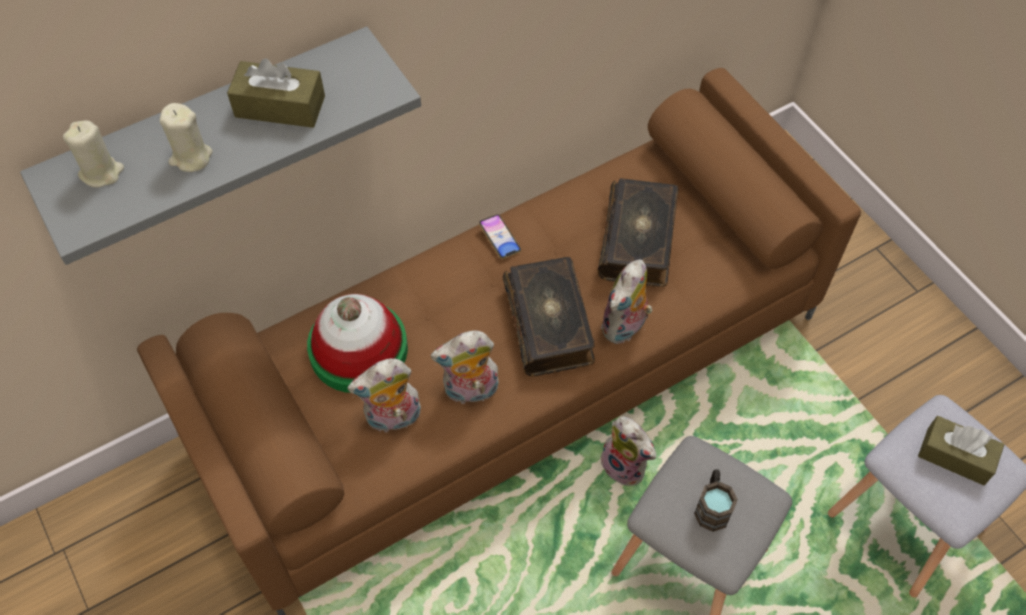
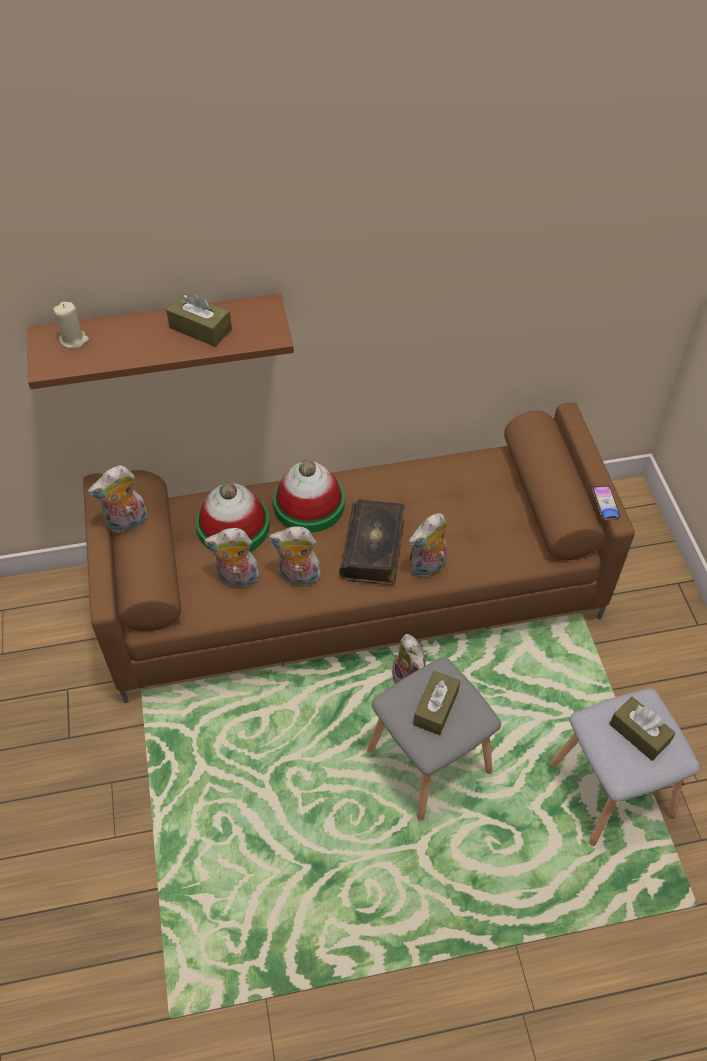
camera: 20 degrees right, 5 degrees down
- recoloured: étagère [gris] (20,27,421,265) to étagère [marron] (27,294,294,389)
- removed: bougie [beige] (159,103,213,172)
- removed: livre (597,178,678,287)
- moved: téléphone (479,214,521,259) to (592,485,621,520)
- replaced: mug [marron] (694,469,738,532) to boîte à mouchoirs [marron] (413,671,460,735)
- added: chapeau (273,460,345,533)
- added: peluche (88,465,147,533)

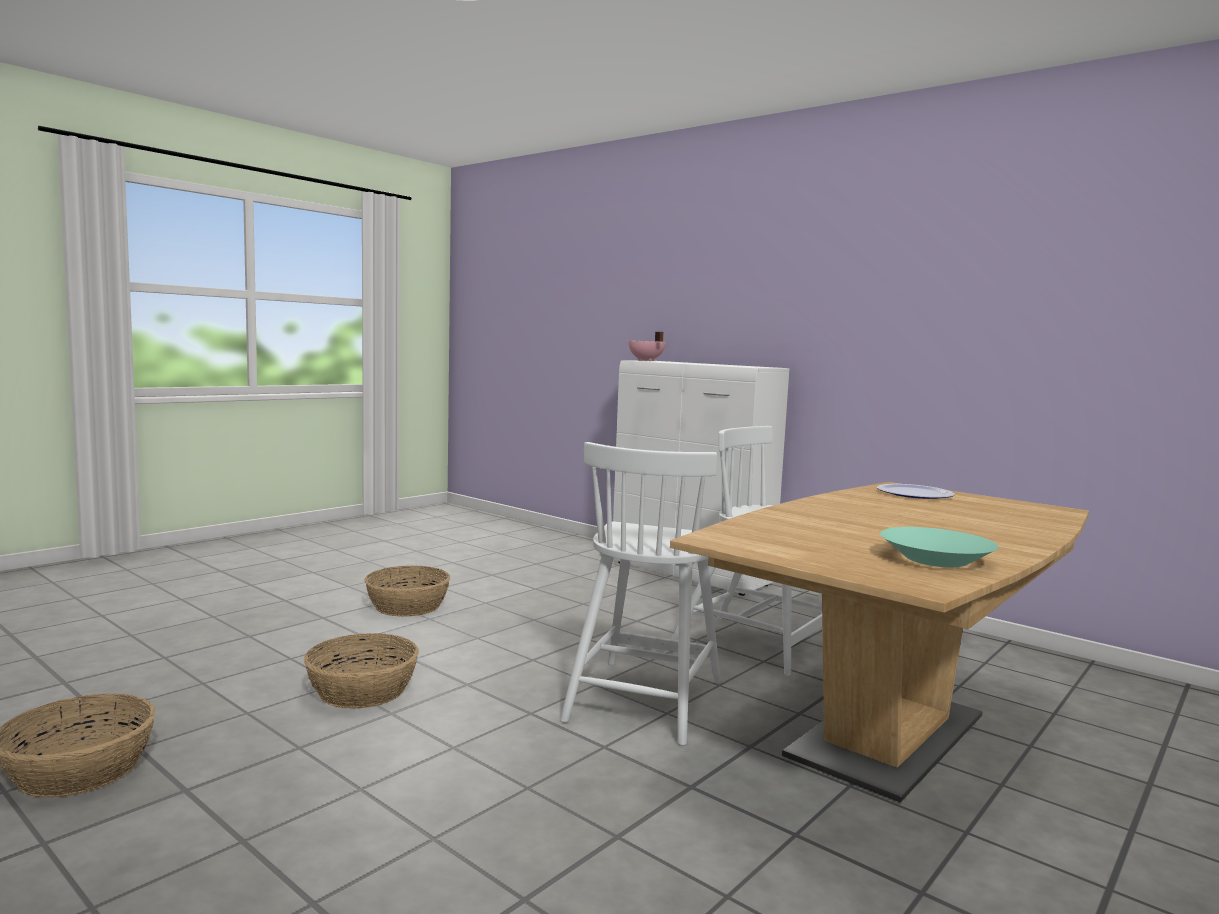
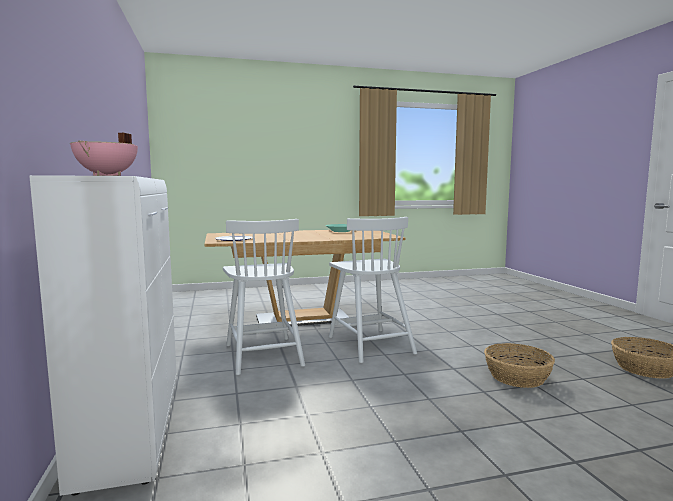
camera: 145 degrees left, 0 degrees up
- turned: chaise [blanc] (560,442,720,746) = (329,217,417,363) 105 degrees clockwise
- removed: panier (364,566,451,617)

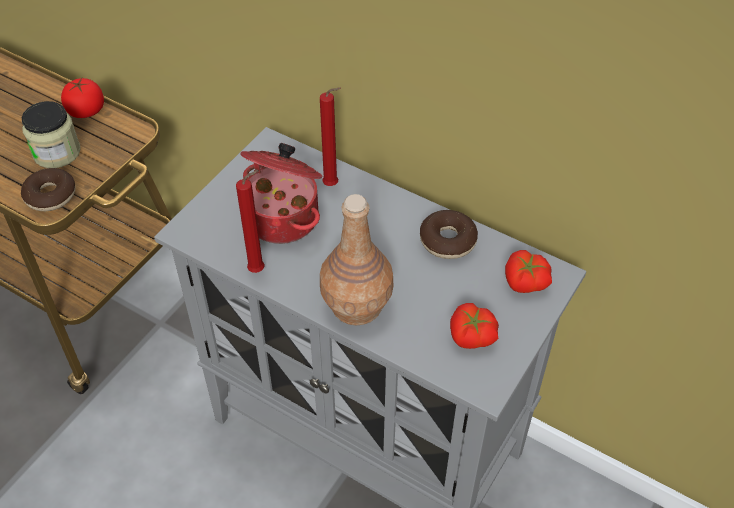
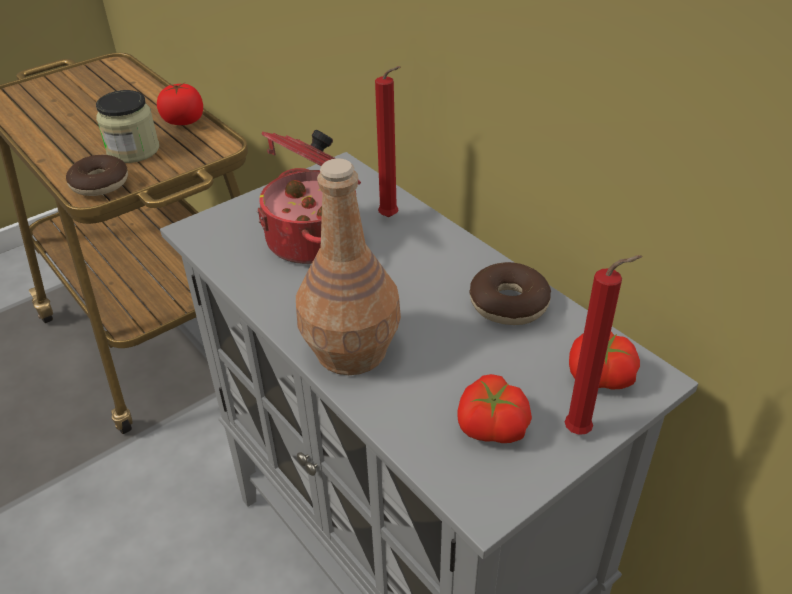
camera: 20 degrees right, 10 degrees down
- moved: bougie [rouge] (236,170,265,273) to (565,255,642,435)

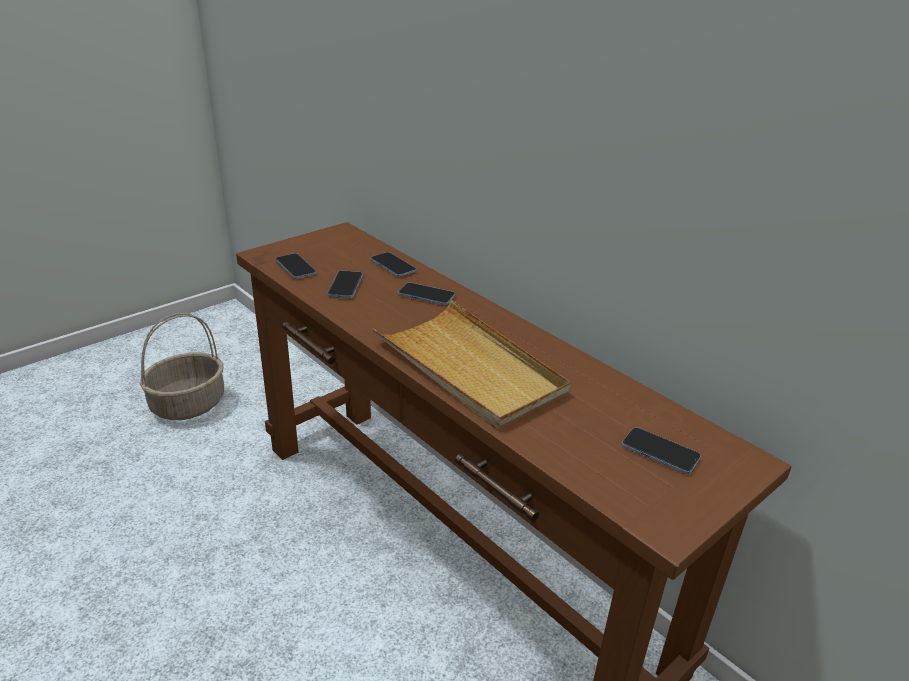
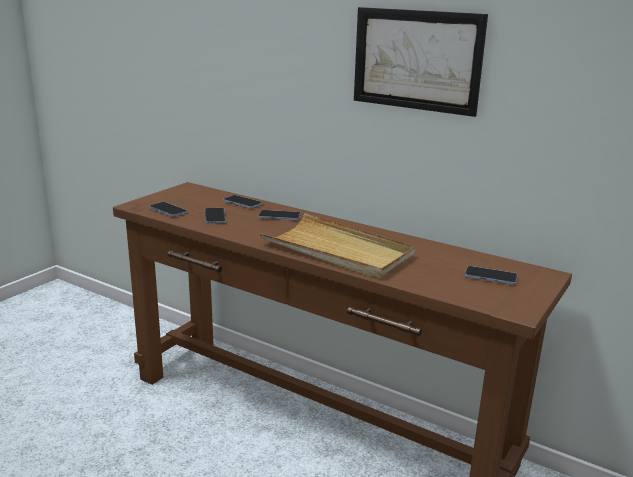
camera: 15 degrees left, 10 degrees down
- removed: panier (140,313,224,420)
- added: tableau (354,7,488,117)

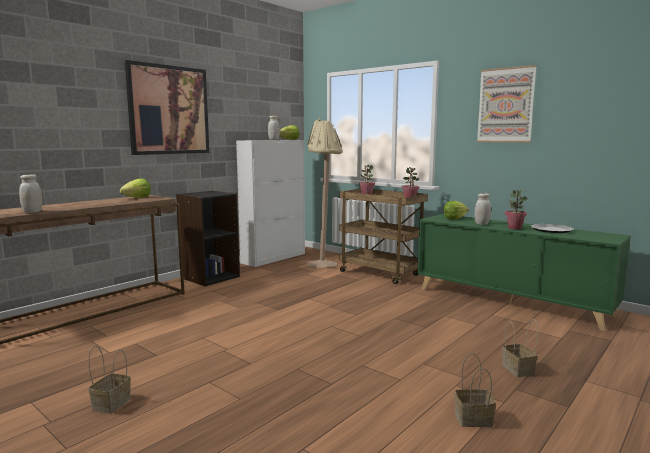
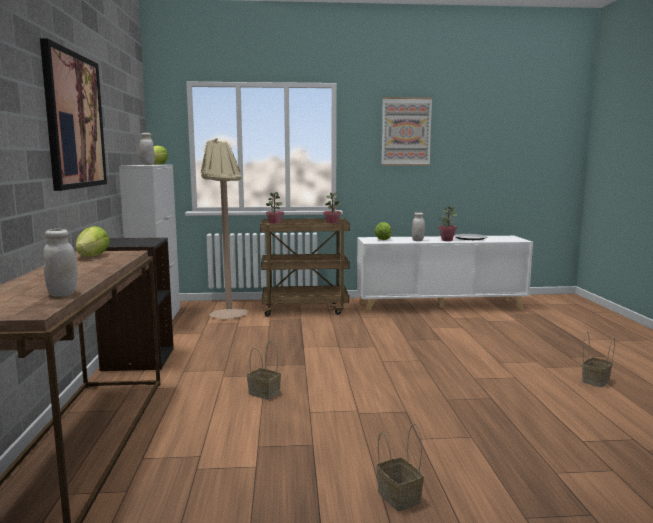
camera: 45 degrees left, 0 degrees up
- recoloured: meuble de rangement [vert] (417,214,631,331) to meuble de rangement [blanc] (357,236,533,313)
- moved: panier (502,319,538,377) to (247,340,281,400)

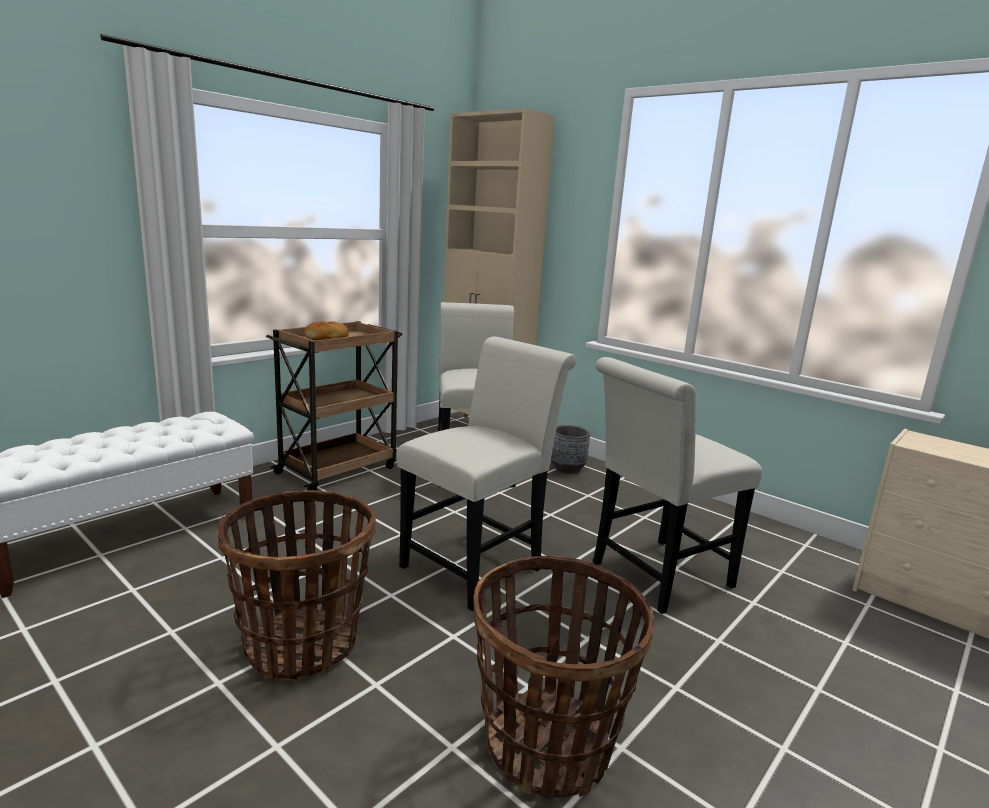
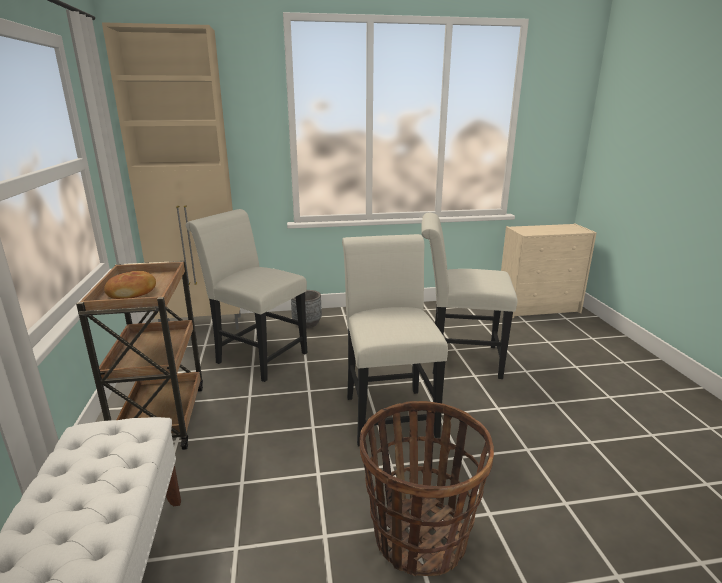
camera: 50 degrees left, 5 degrees up
- turned: chaise [blanc] (593,357,762,614) = (421,213,518,379) 90 degrees clockwise
- removed: panier (473,556,654,799)

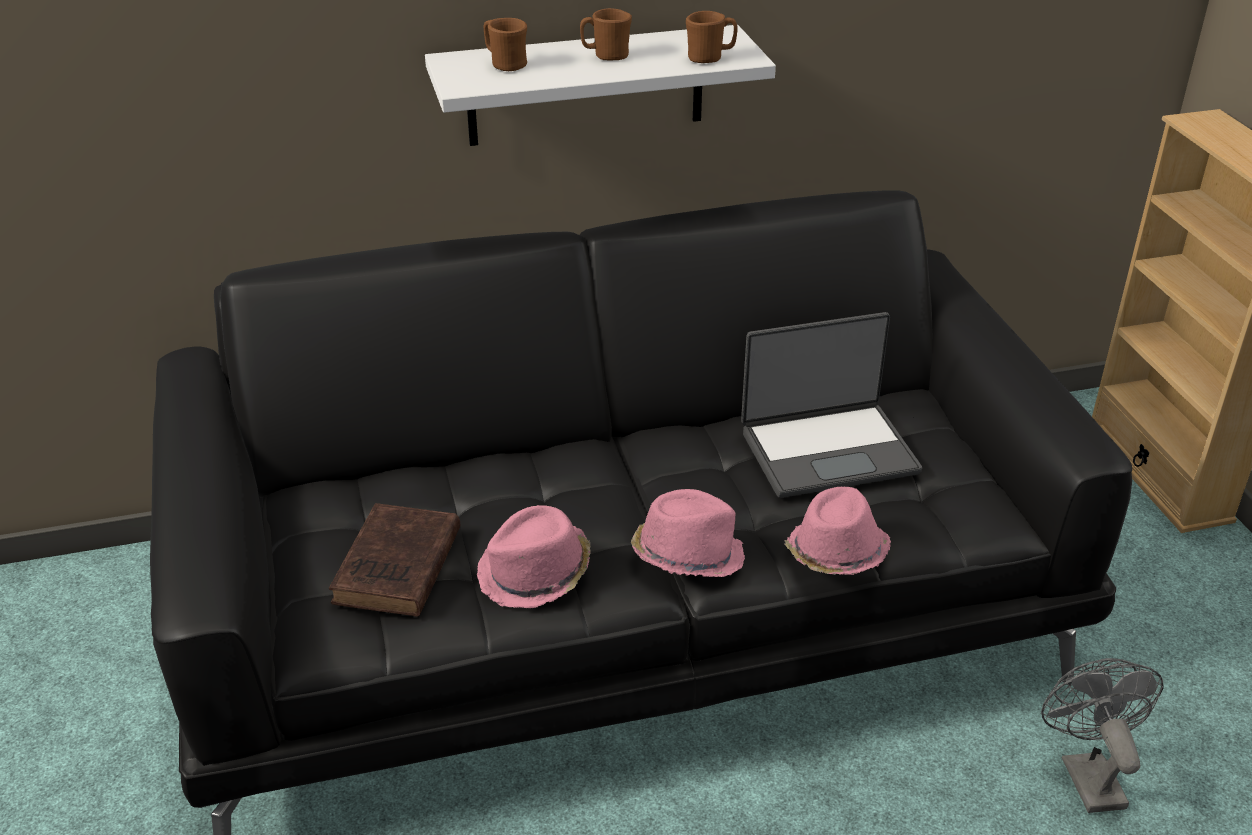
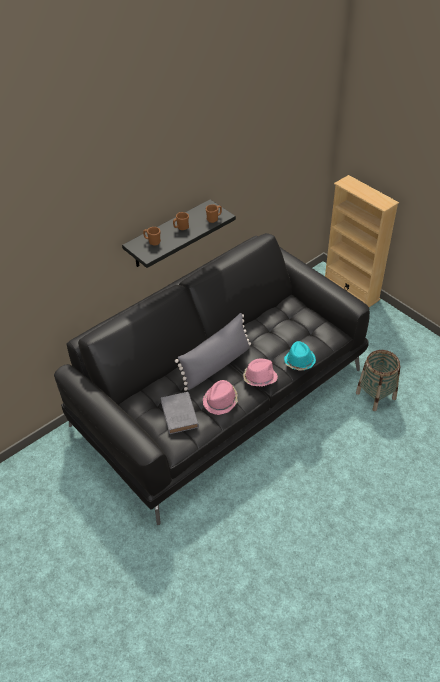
camera: 25 degrees left, 10 degrees up
- recoloured: étagère [blanc] (425,25,776,146) to étagère [noir] (122,199,236,268)
- removed: ordinateur portable (741,312,922,498)
- recoloured: chapeau [rose] (784,487,891,575) to chapeau [turquoise] (284,341,316,371)
- recoloured: livre [marron] (329,503,460,617) to livre [gris] (161,392,199,434)
- replaced: ventilateur [gris] (1041,658,1164,813) to panier (356,350,400,411)
- added: coussin [gris] (175,313,251,391)

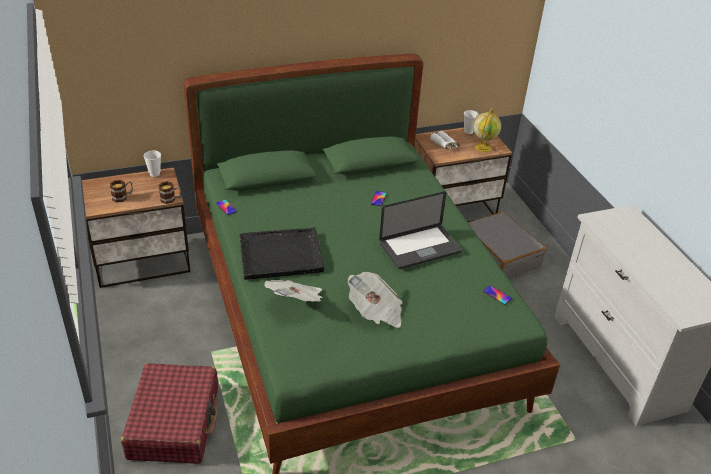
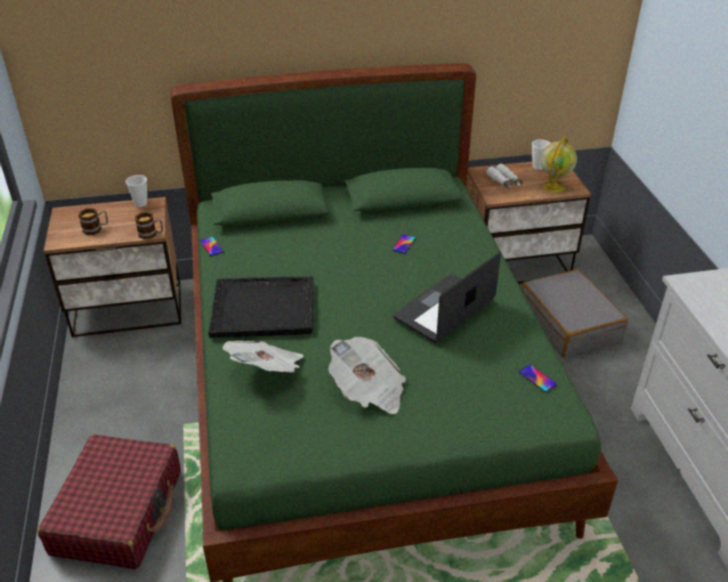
camera: 10 degrees right, 0 degrees up
- turned: ordinateur portable (379,191,462,269) = (393,252,501,343) 150 degrees clockwise

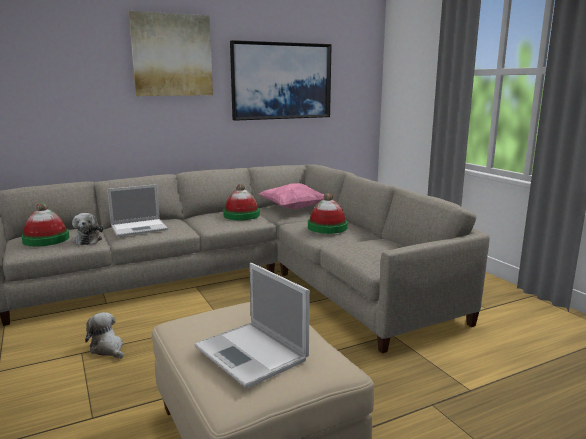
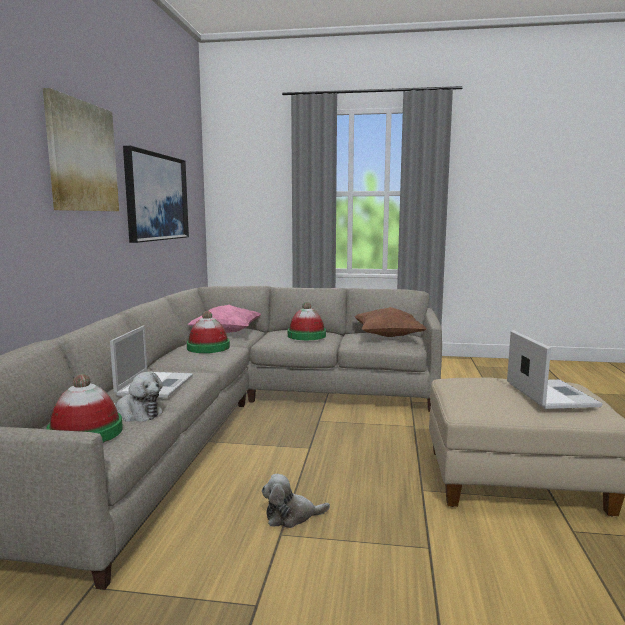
camera: 55 degrees left, 5 degrees down
- turned: ordinateur portable (194,263,310,388) = (507,330,602,409) 90 degrees counterclockwise
- added: coussin [marron] (354,307,427,337)

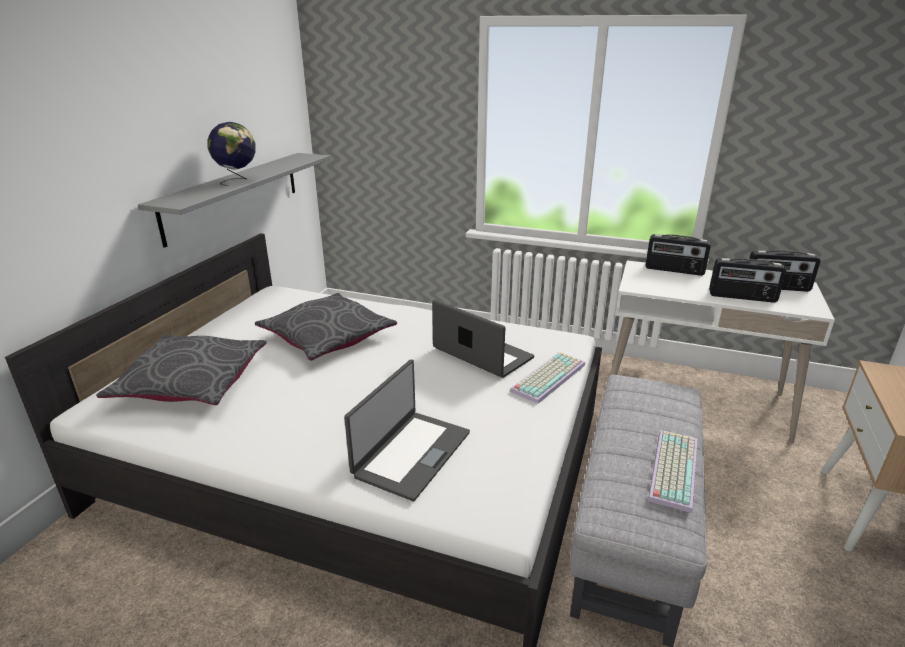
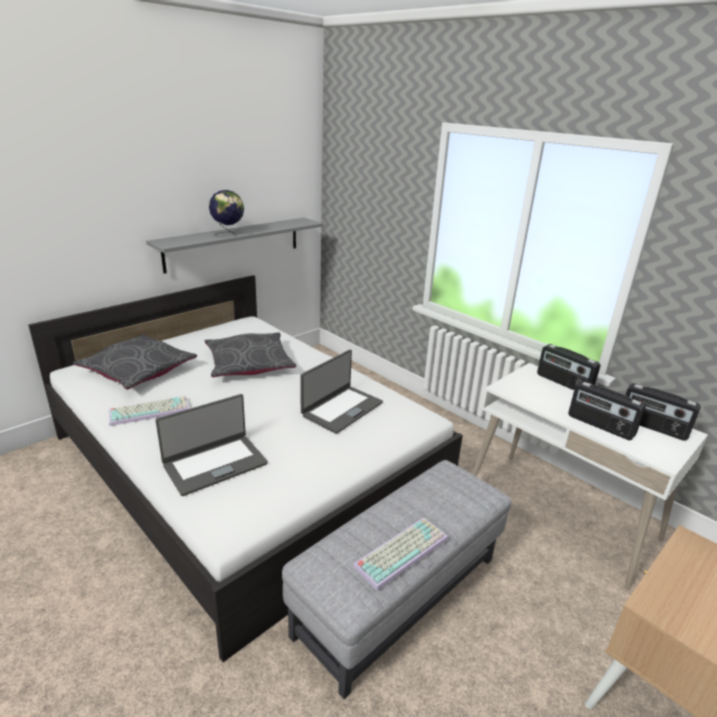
camera: 25 degrees right, 0 degrees up
- turned: ordinateur portable (432,300,534,378) = (300,350,383,434) 60 degrees clockwise
- moved: clavier (510,352,585,404) to (109,396,190,426)

